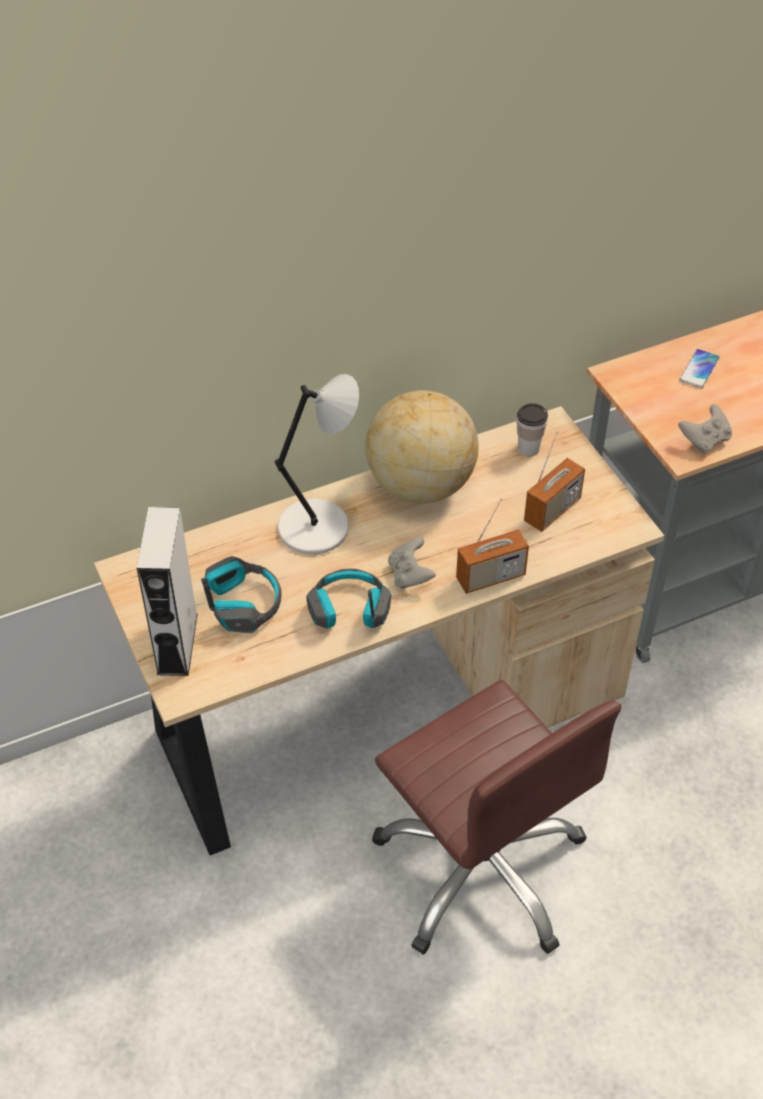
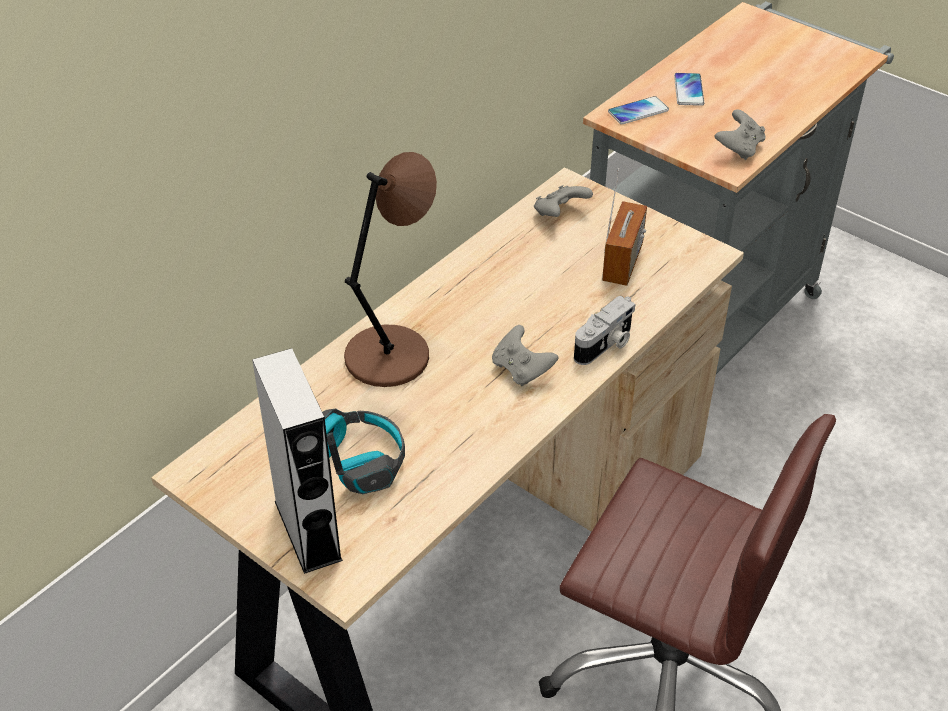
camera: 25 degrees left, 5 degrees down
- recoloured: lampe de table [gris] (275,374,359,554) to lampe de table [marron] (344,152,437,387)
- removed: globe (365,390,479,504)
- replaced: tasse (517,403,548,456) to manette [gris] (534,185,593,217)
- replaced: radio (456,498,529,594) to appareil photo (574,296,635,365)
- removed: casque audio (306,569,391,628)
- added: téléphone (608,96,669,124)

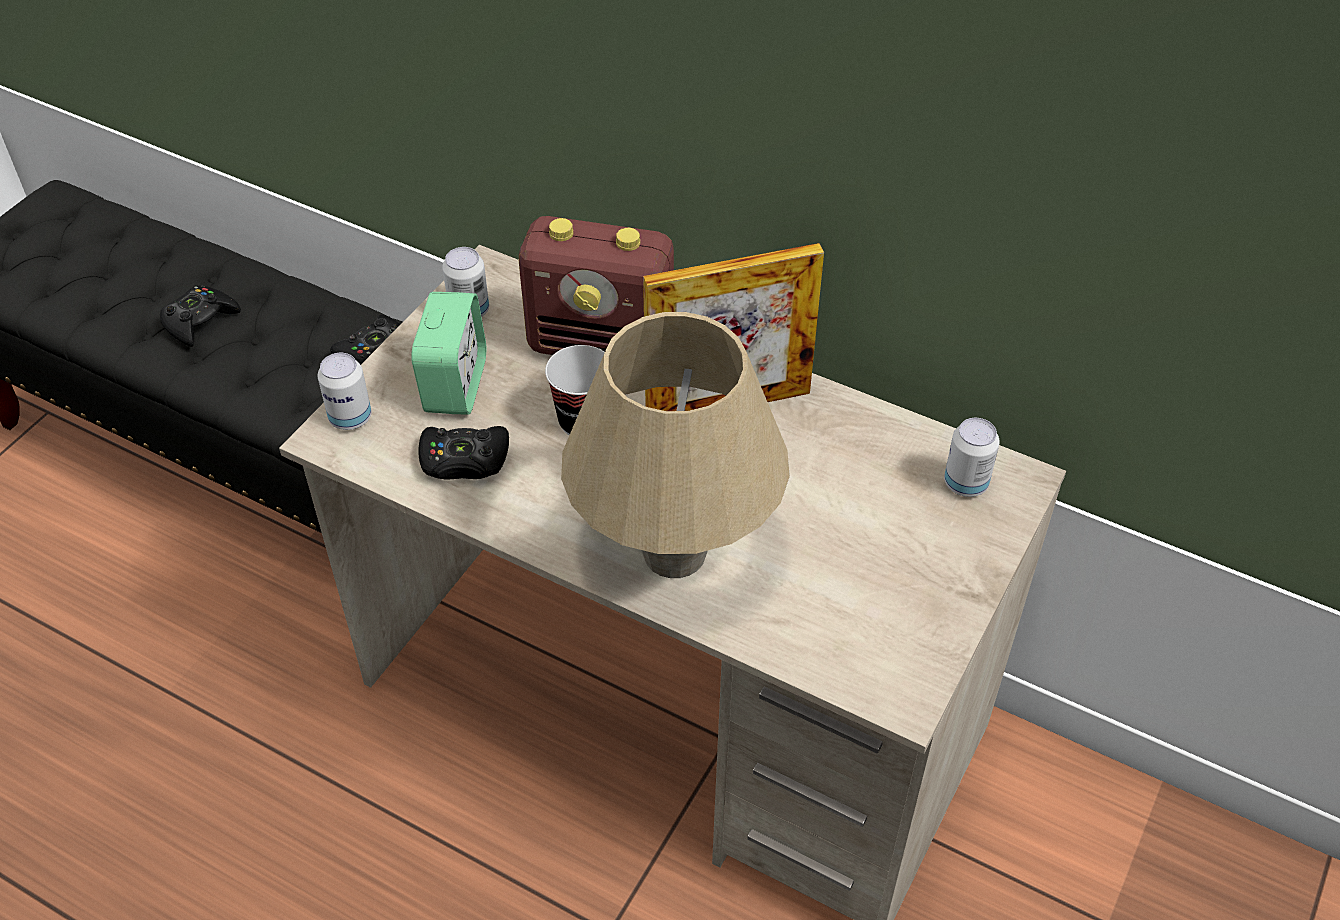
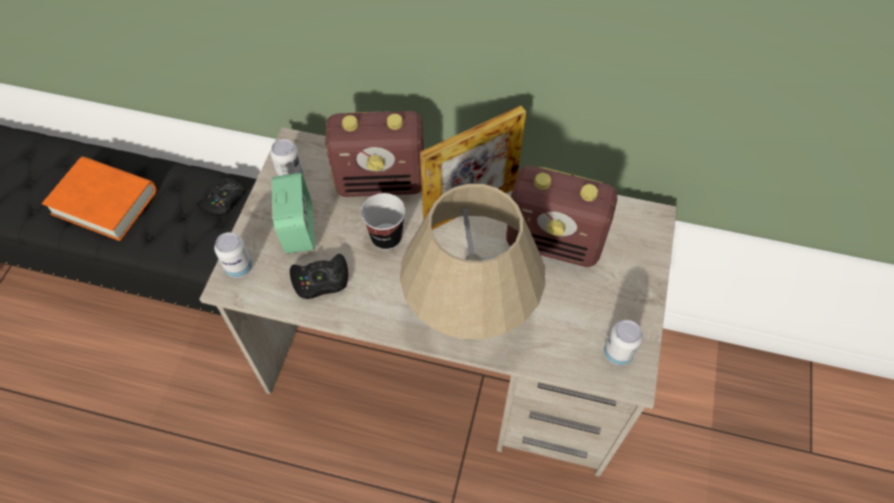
camera: 15 degrees left, 10 degrees up
- replaced: manette [noir] (160,285,241,347) to livre [orange] (42,157,157,241)
- moved: boîte métallique (944,418,1000,497) to (604,320,643,366)
- added: radio (506,166,617,267)

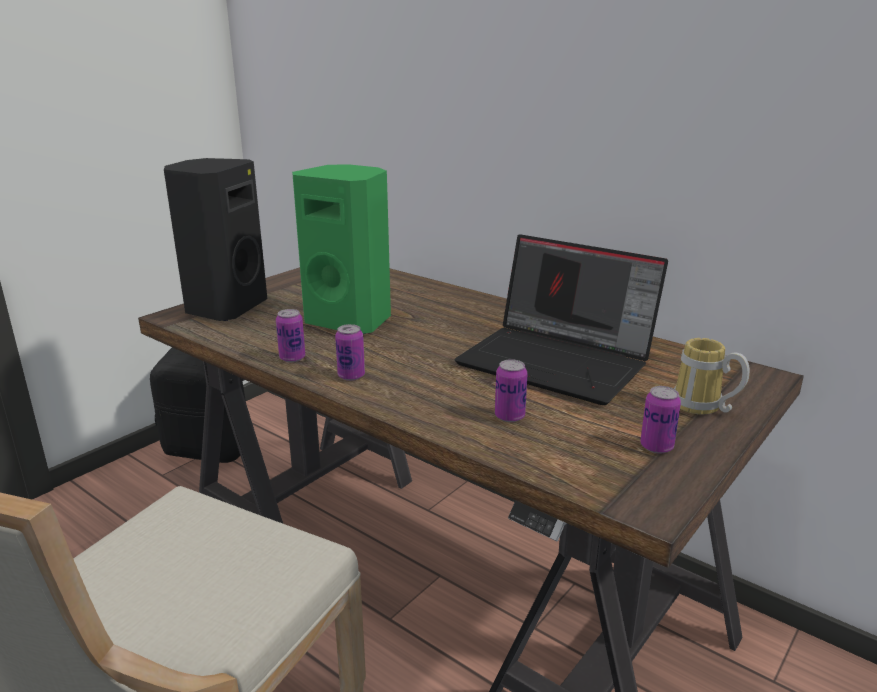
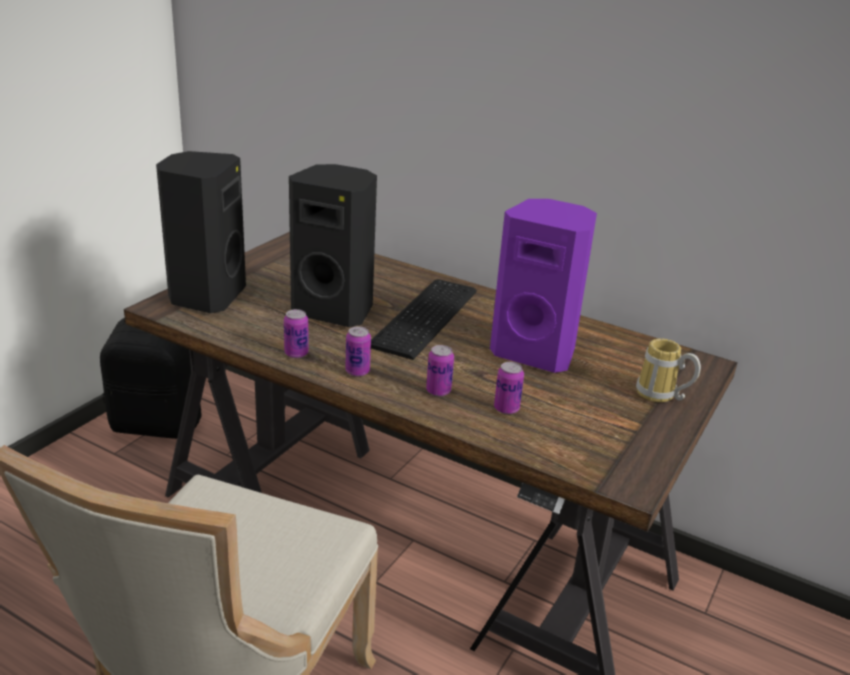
camera: 10 degrees left, 5 degrees up
- recoloured: enceinte [vert] (292,164,391,334) to enceinte [noir] (289,164,377,327)
- replaced: ordinateur portable (455,234,668,405) to enceinte [violet] (490,199,597,373)
- moved: boîte métallique (640,386,681,454) to (426,345,454,396)
- added: clavier (371,279,477,360)

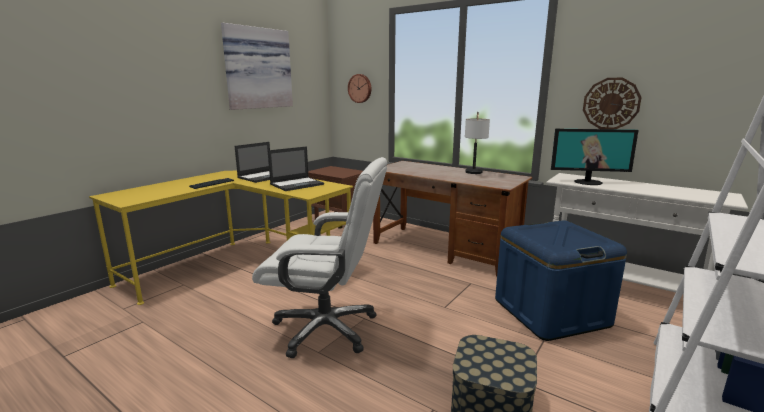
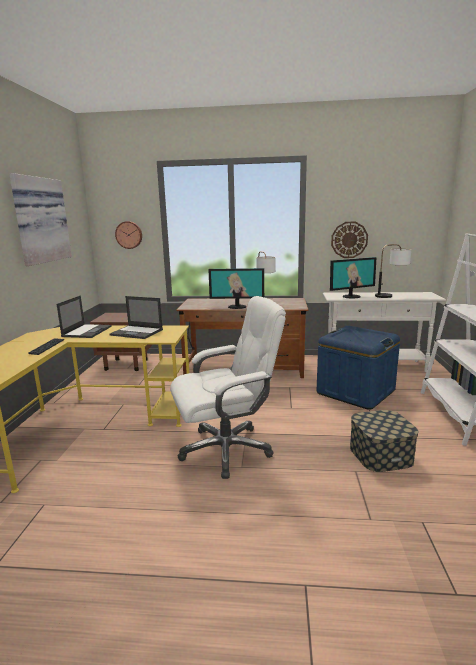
camera: 30 degrees left, 0 degrees up
- turned: ordinateur portable (268,146,324,191) = (109,296,163,339) 90 degrees clockwise
- added: lampe de table (375,244,412,298)
- added: écran d'ordinateur (208,268,264,309)

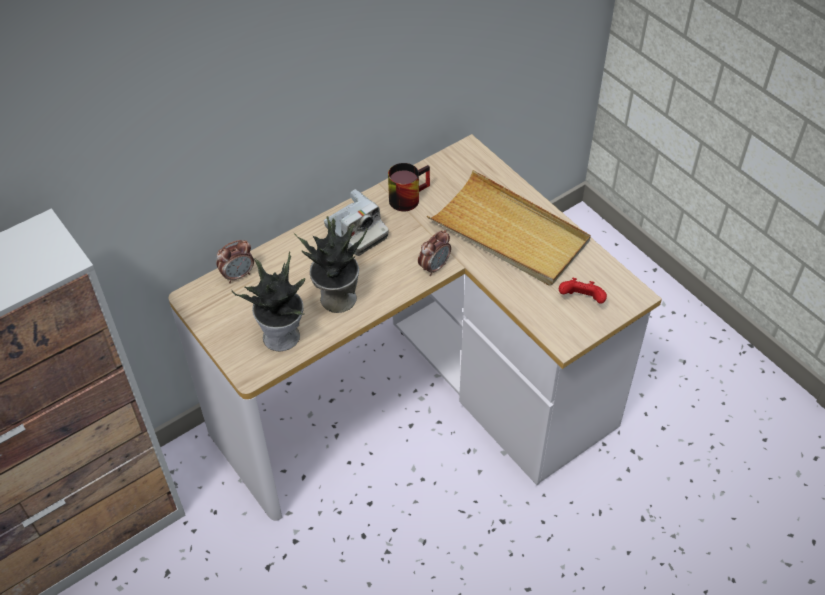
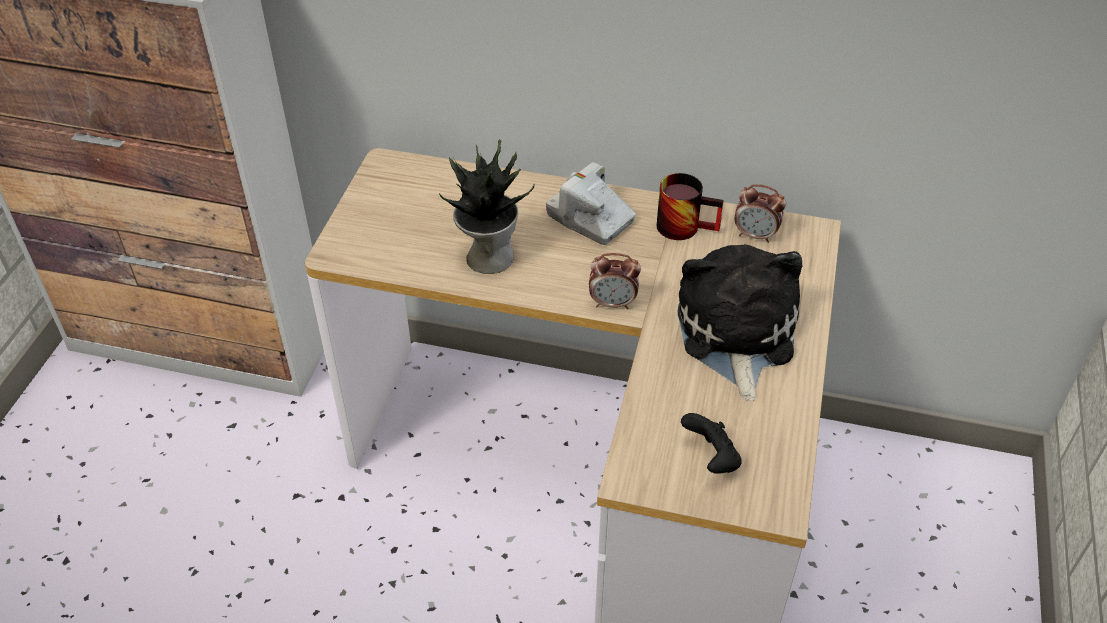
camera: 50 degrees right, 5 degrees down
- replaced: plateau [beige] (427,170,591,286) to peluche (677,244,802,401)
- turned: appareil photo (324,189,389,256) = (546,162,636,245) 120 degrees clockwise
- moved: réveil (216,240,254,283) to (735,184,786,243)
- removed: plante en pot (232,252,305,351)
- recoloured: manette [rouge] (559,278,607,304) to manette [noir] (681,413,742,474)

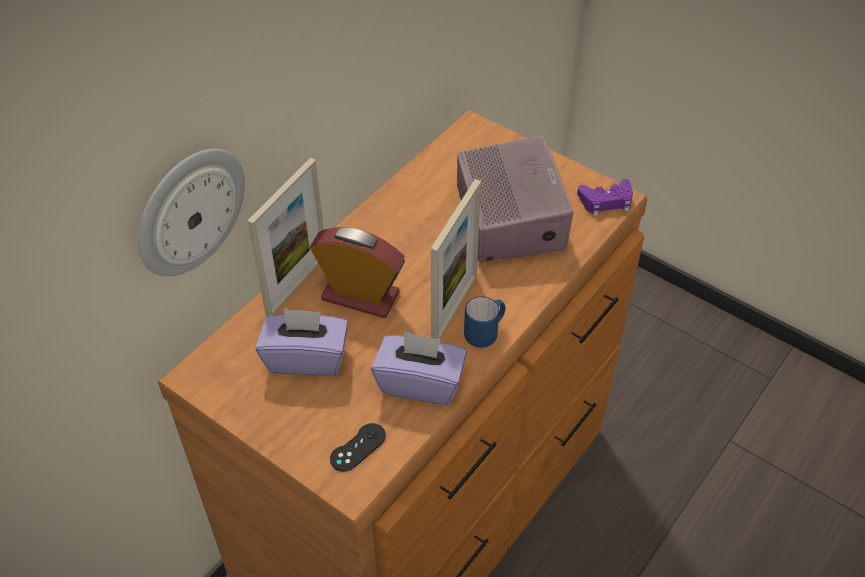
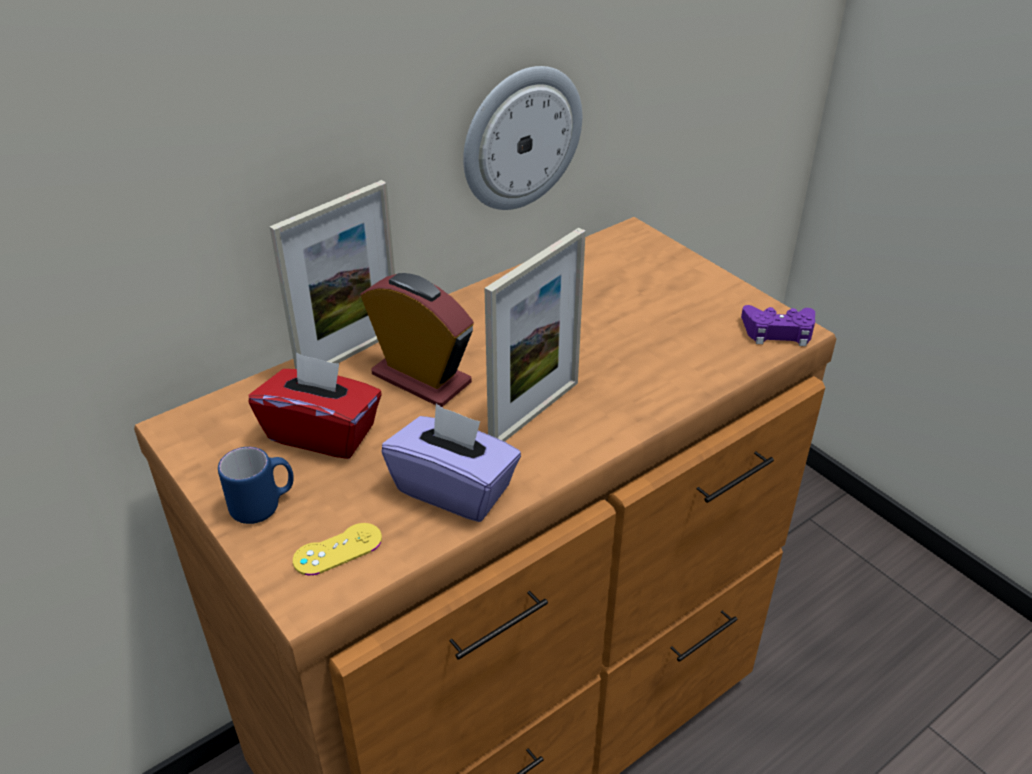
camera: 15 degrees right, 10 degrees down
- removed: radio (457,136,573,262)
- moved: horloge murale (138,149,245,277) to (463,66,582,210)
- moved: mug [bleu] (464,296,505,348) to (218,447,294,524)
- recoloured: boîte à mouchoirs [violet] (256,308,348,376) to boîte à mouchoirs [rouge] (248,352,382,459)
- recoloured: manette [noir] (330,423,386,472) to manette [jaune] (293,523,382,576)

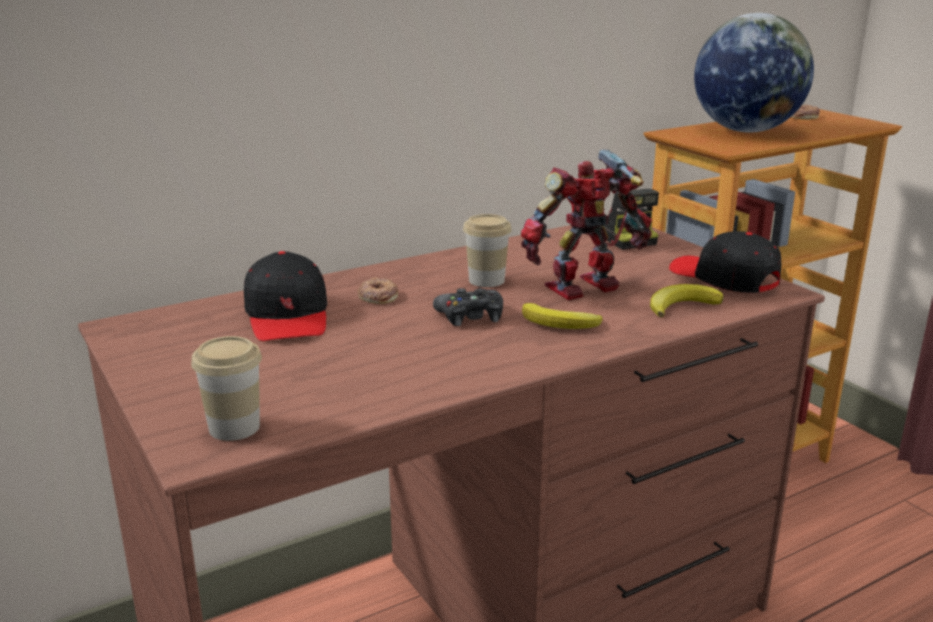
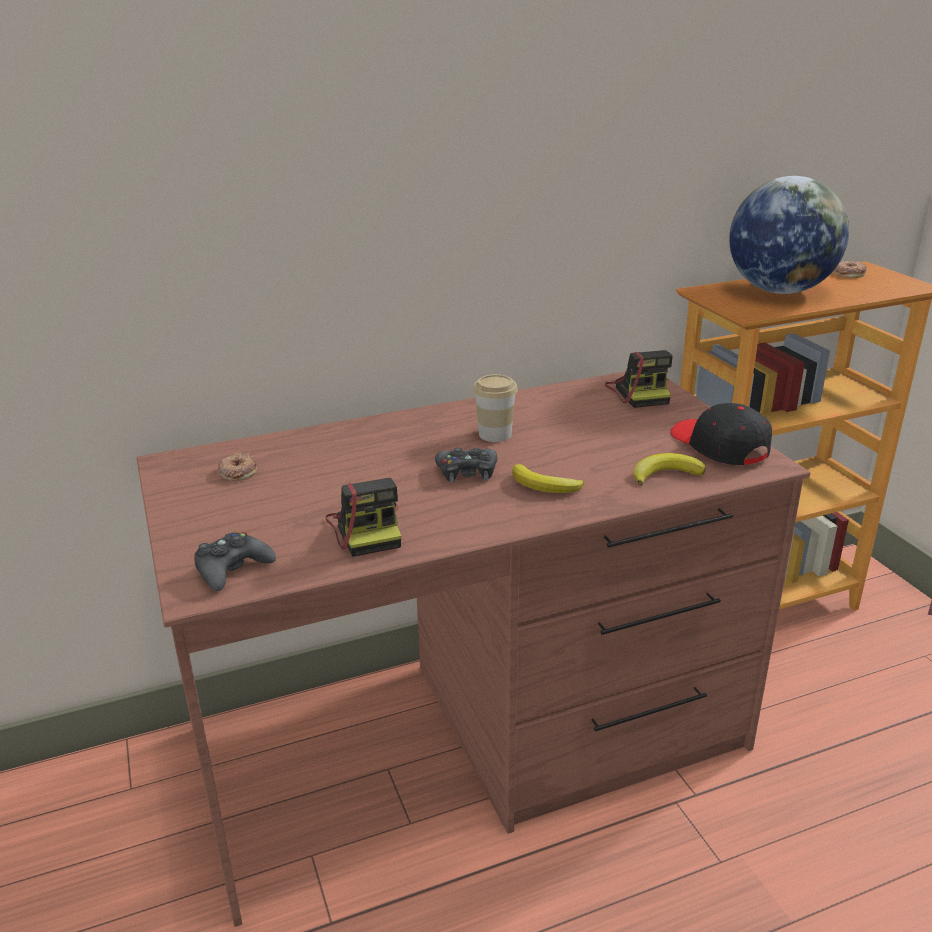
camera: 10 degrees right, 5 degrees up
- removed: robot jouet (521,150,652,300)
- removed: casquette [noir] (244,251,327,341)
- moved: beignet (358,278,398,304) to (218,453,257,481)
- replaced: tasse (191,336,262,441) to manette [noir] (194,531,276,591)
- added: appareil photo (326,478,401,557)

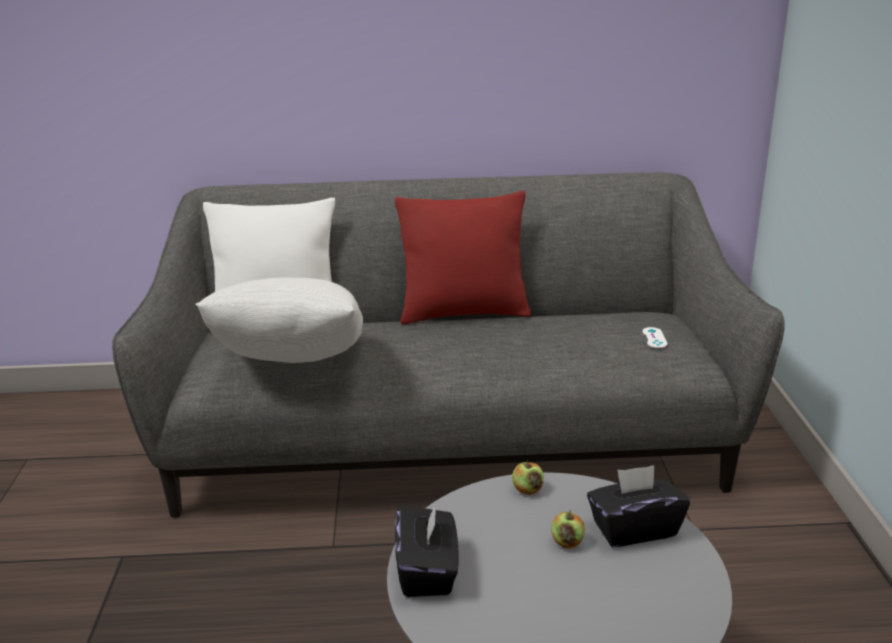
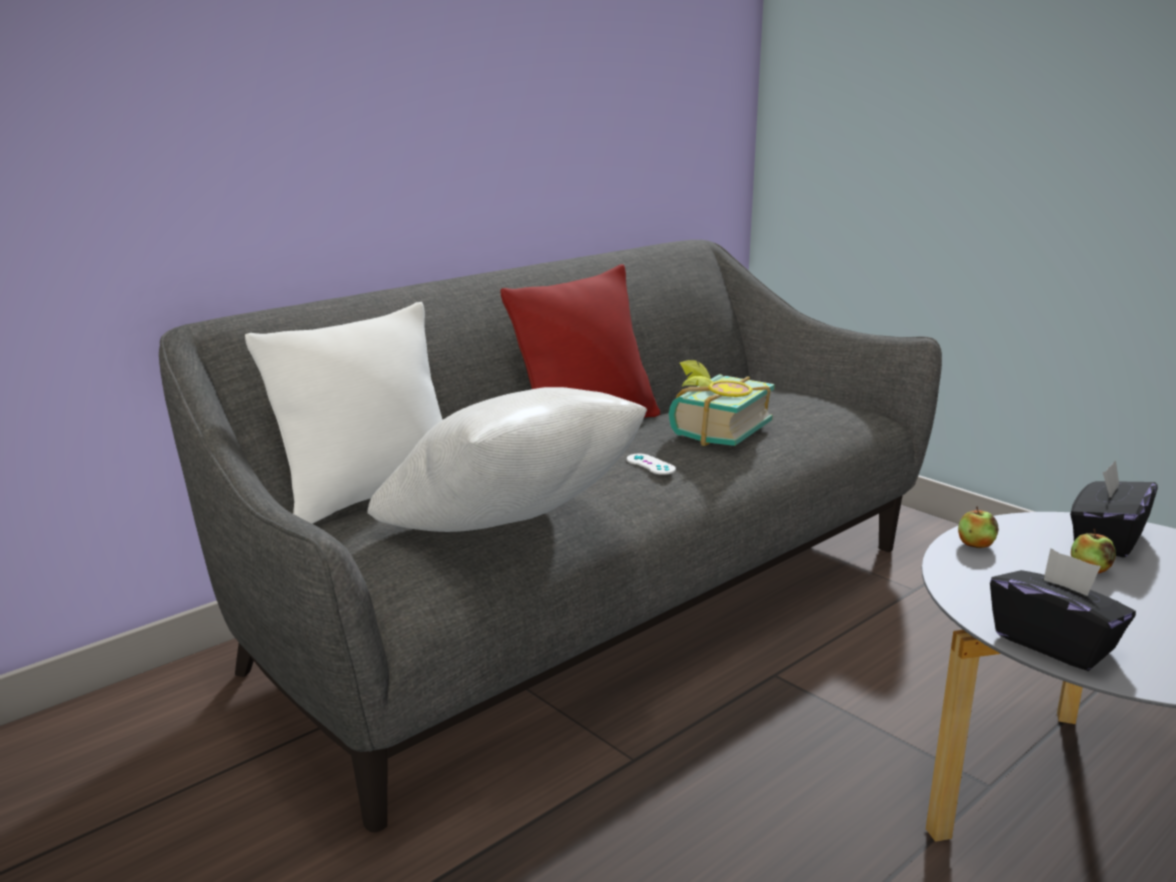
camera: 40 degrees left, 5 degrees down
- moved: manette [blanc] (642,327,668,348) to (627,454,676,475)
- added: livre (669,360,775,446)

